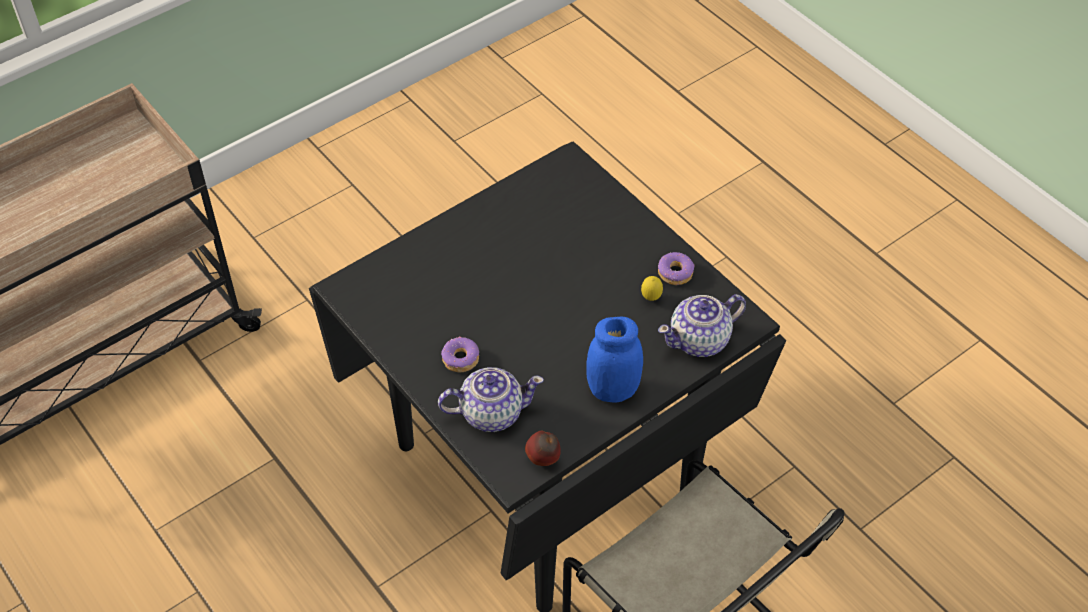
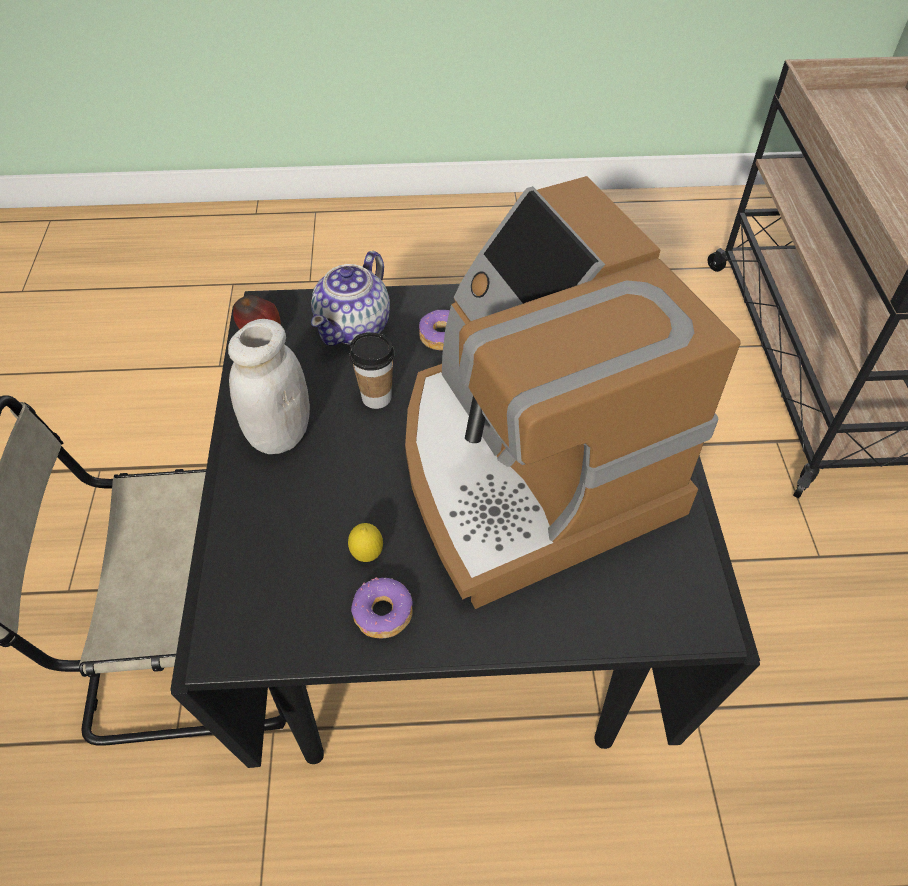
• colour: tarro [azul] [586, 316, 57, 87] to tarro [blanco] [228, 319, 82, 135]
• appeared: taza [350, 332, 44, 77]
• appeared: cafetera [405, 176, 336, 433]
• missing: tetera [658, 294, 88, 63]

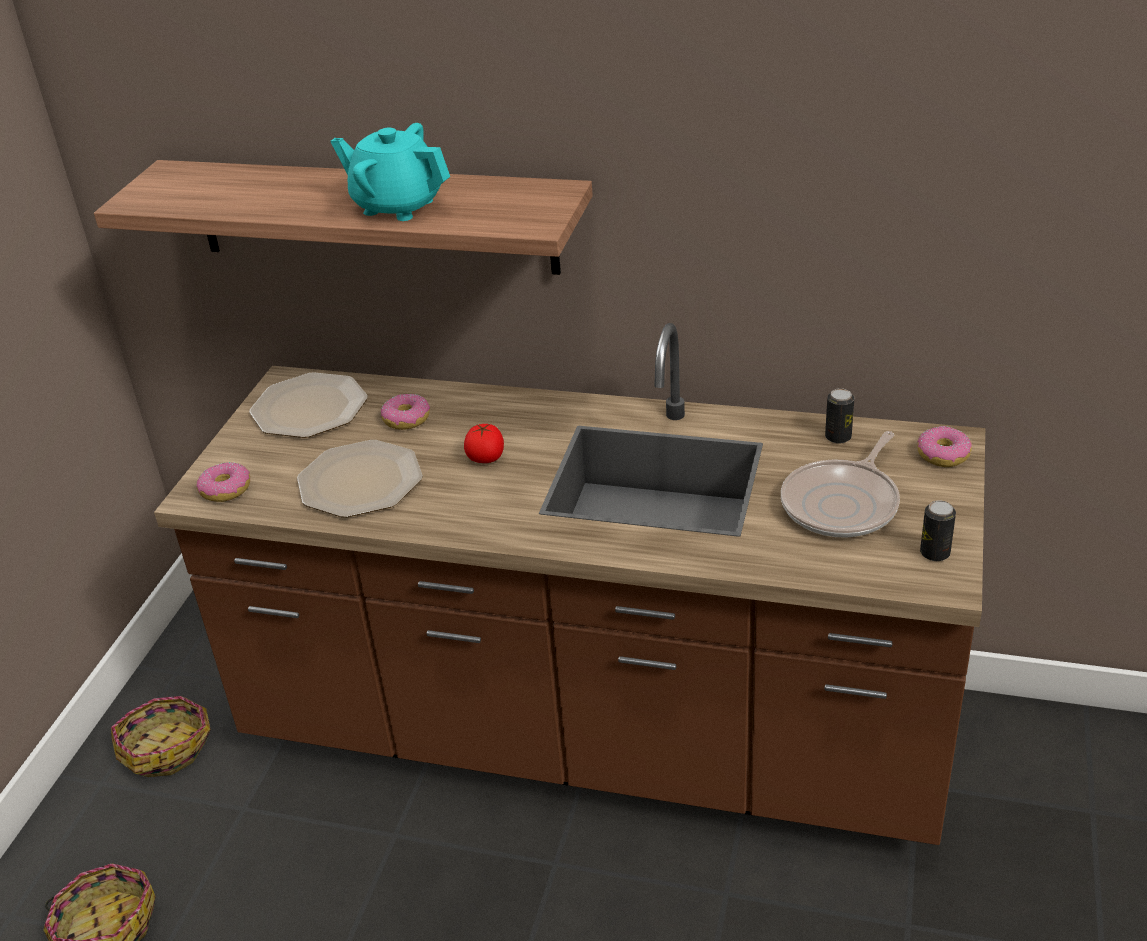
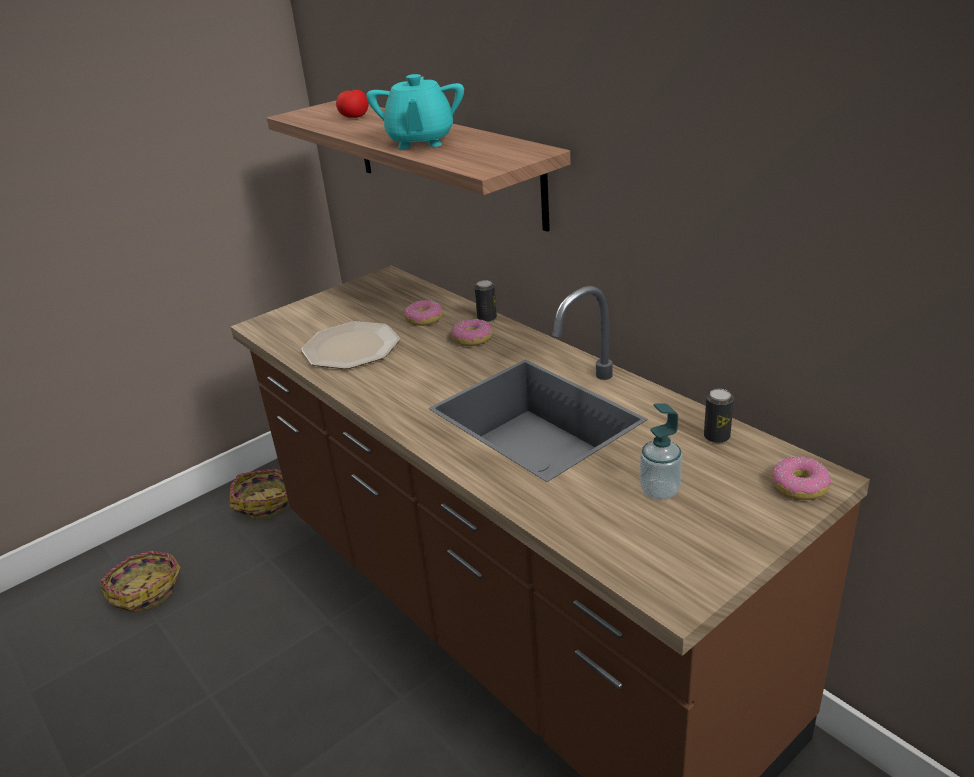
• relocated: tomate [464, 424, 40, 39] to [336, 89, 33, 29]
• spun: tetera [turquesa] [331, 123, 119, 98] = [366, 74, 98, 75] 150 degrees counterclockwise
• relocated: rosquilla [197, 462, 53, 40] to [451, 319, 41, 27]
• relocated: lata [920, 500, 36, 61] to [475, 280, 22, 42]
• exchanged: sartén [781, 431, 119, 107] to dispensador de jabón [640, 403, 42, 97]
• missing: plato [249, 372, 119, 66]

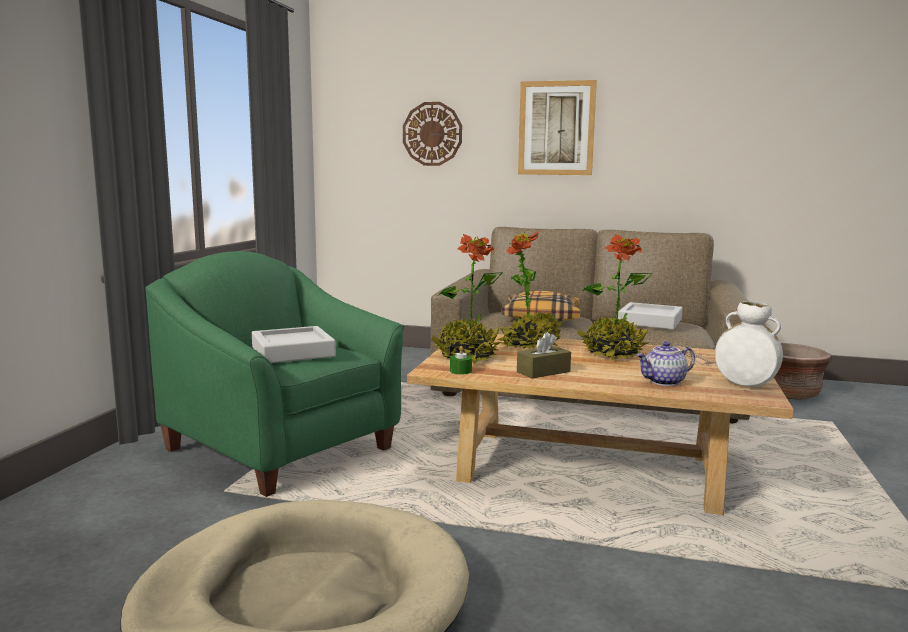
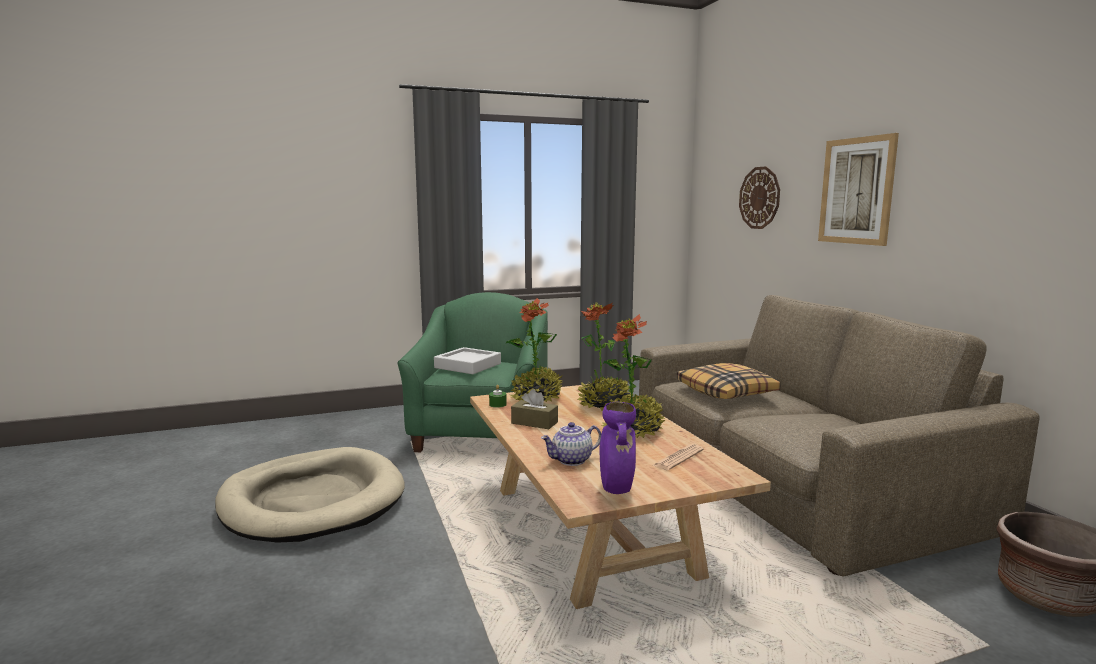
• spun: tetera [636, 342, 59, 44] = [541, 422, 60, 44] 60 degrees counterclockwise
• colour: florero [blanco] [715, 301, 68, 86] to florero [morado] [600, 402, 36, 92]
• missing: bandeja [gris] [618, 302, 65, 28]

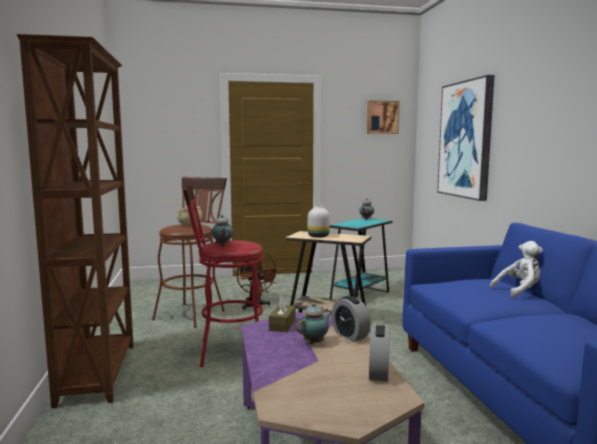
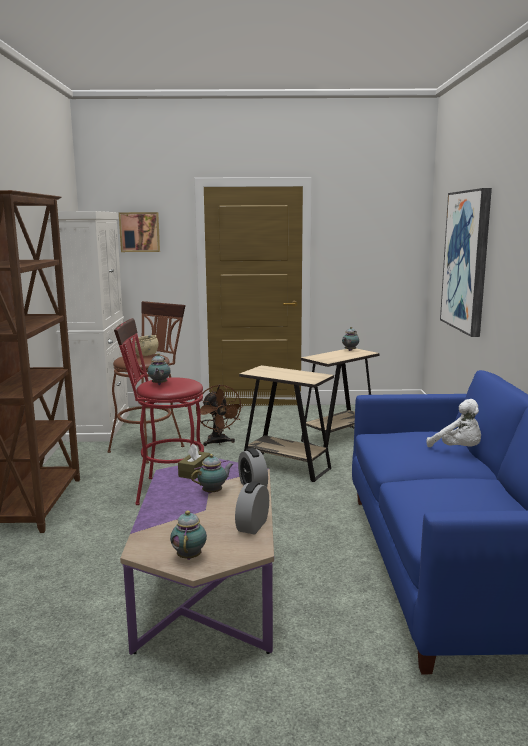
• appeared: armario [blanco] [48, 211, 82, 231]
• relocated: cuadro [367, 101, 33, 33] to [119, 212, 41, 40]
• appeared: tetera [170, 510, 37, 50]
• colour: mesa auxiliar [turquesa] [329, 218, 63, 81] to mesa auxiliar [beis] [301, 348, 79, 99]
• spun: peluche [blanco] [490, 241, 53, 57] = [426, 399, 55, 48] 60 degrees clockwise
• missing: florero [blanco] [308, 205, 22, 33]

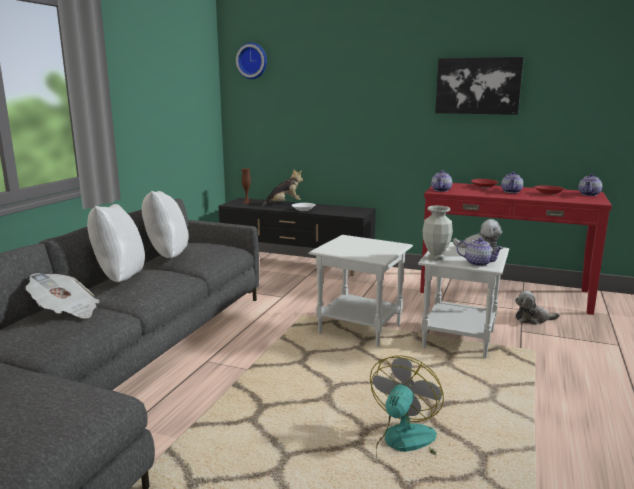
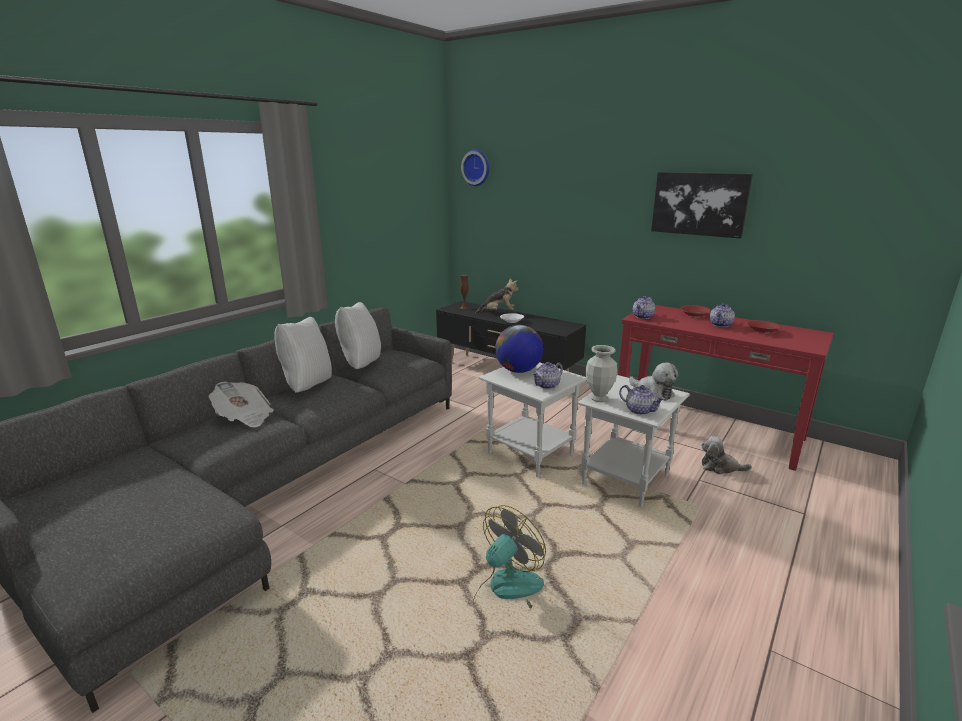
• appeared: globo terráqueo [495, 325, 48, 48]
• relocated: tetera [578, 174, 24, 22] to [532, 362, 31, 27]

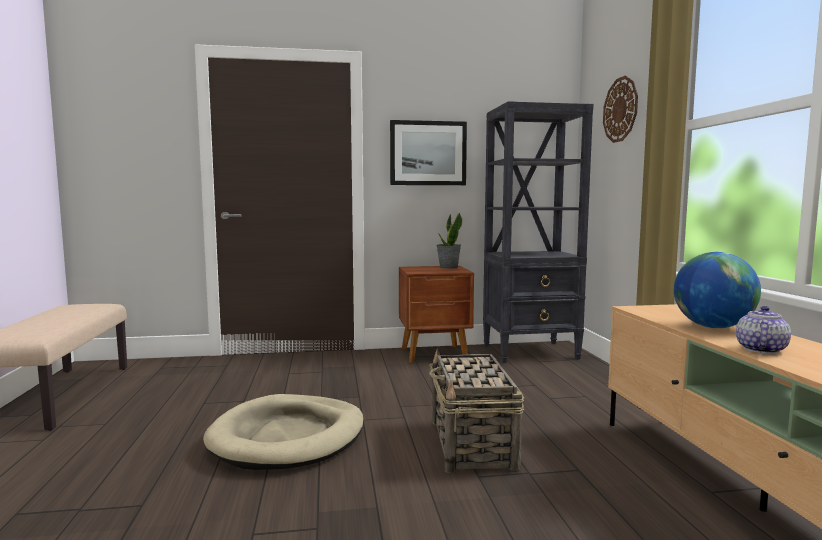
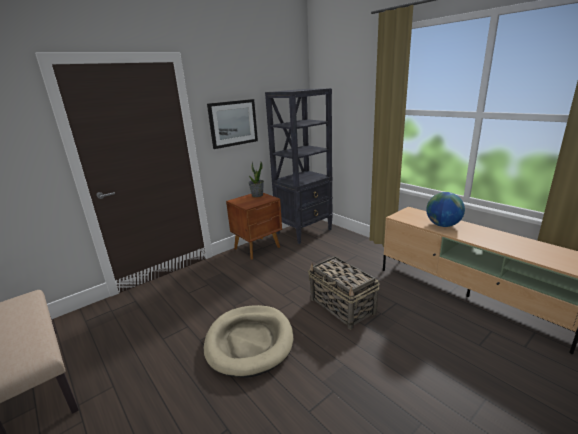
• missing: reloj de pared [603, 76, 35, 67]
• missing: tetera [736, 306, 55, 48]

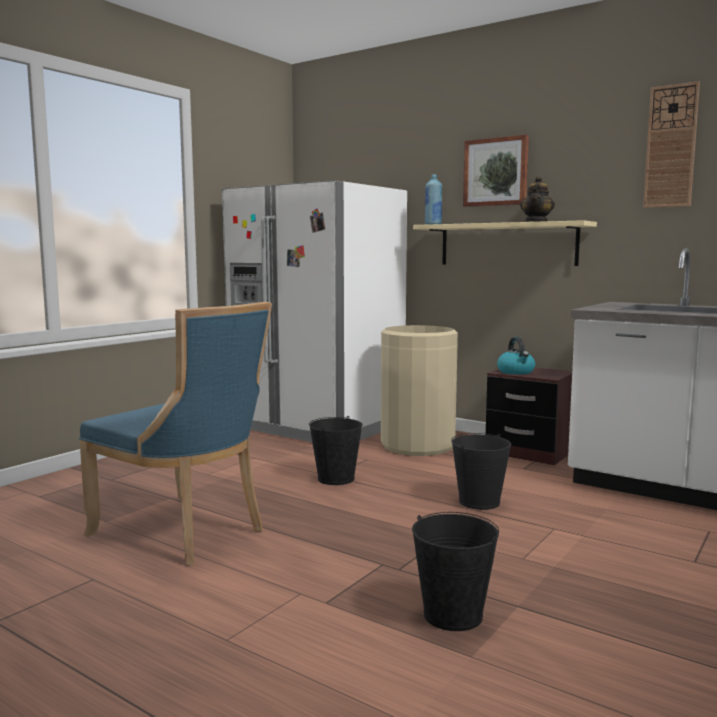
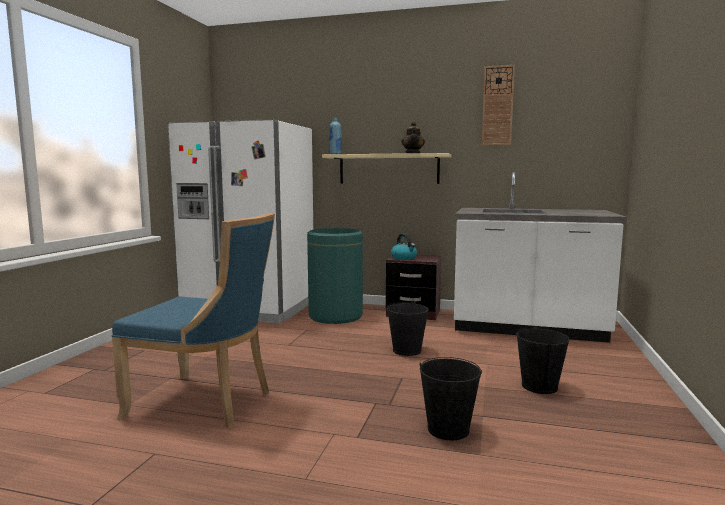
• colour: papelera [beis] [381, 325, 77, 131] to papelera [verde] [307, 228, 56, 96]
• relocated: cubo [negro] [309, 416, 54, 69] to [516, 326, 54, 68]
• missing: cuadro [463, 134, 66, 73]

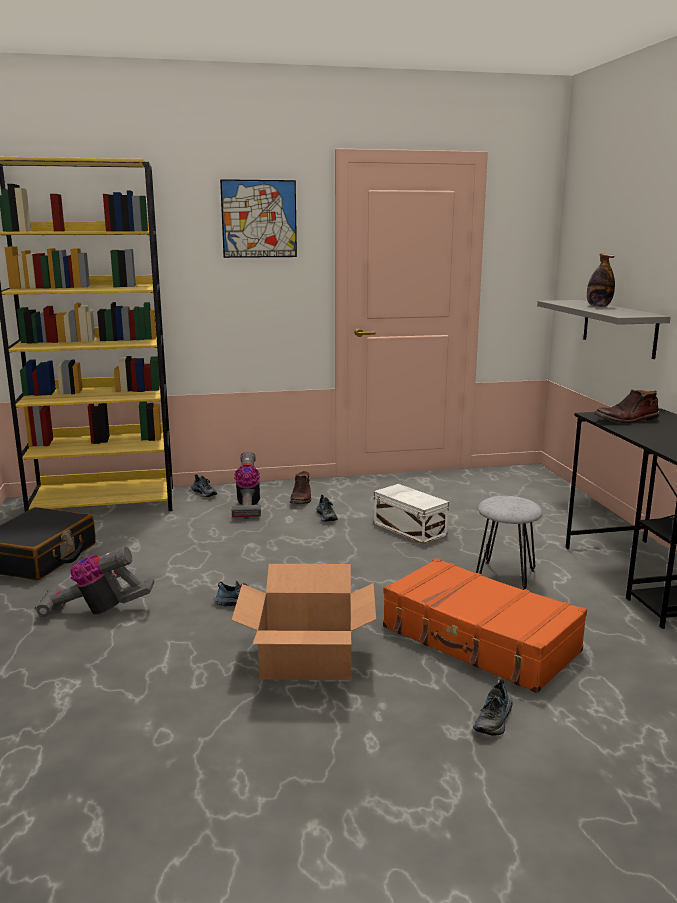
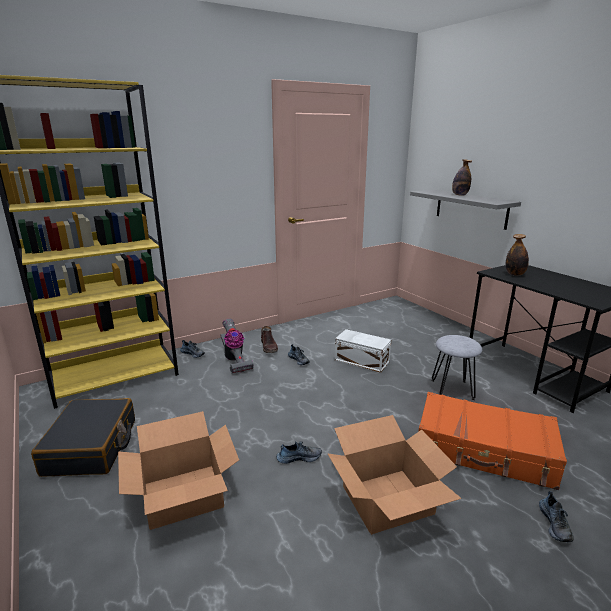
• exchanged: aspiradora [35, 546, 120, 72] to caja de cartón [118, 411, 121, 119]
• exchanged: bota [marrón] [594, 389, 65, 34] to botella [506, 234, 23, 42]
• missing: cuadro [220, 179, 77, 79]

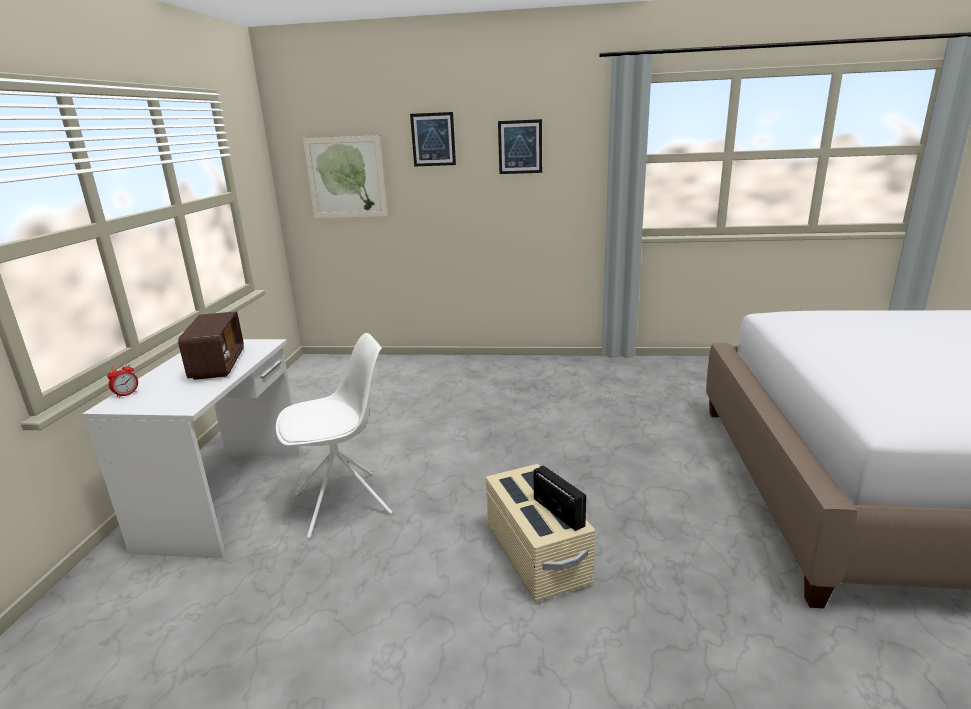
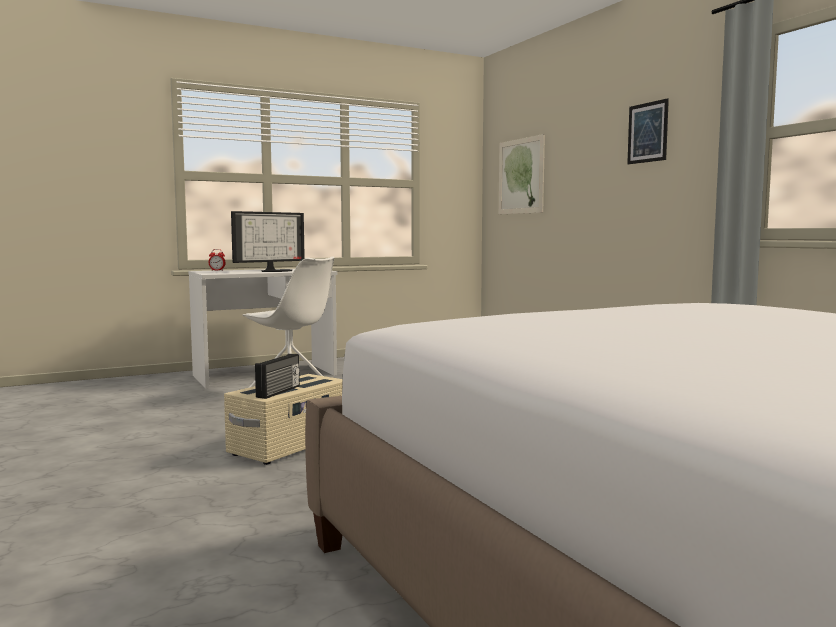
• exchanged: radio [178, 311, 66, 69] to monitor [231, 211, 74, 61]
• missing: cuadro [410, 112, 46, 54]

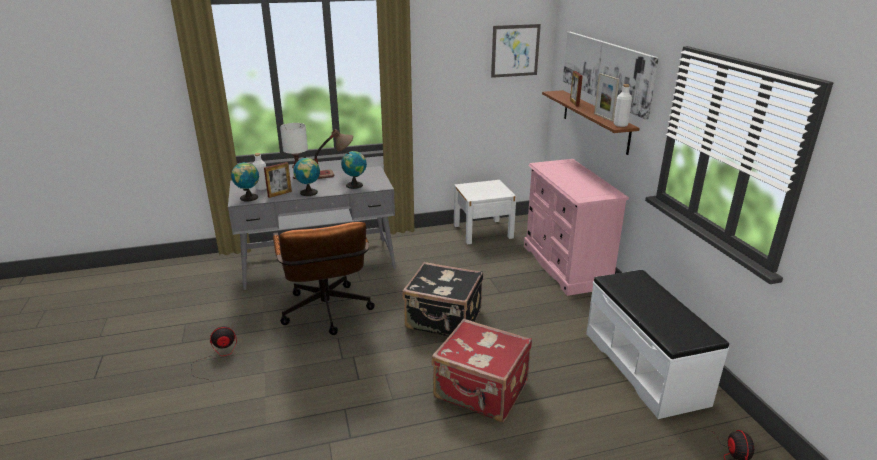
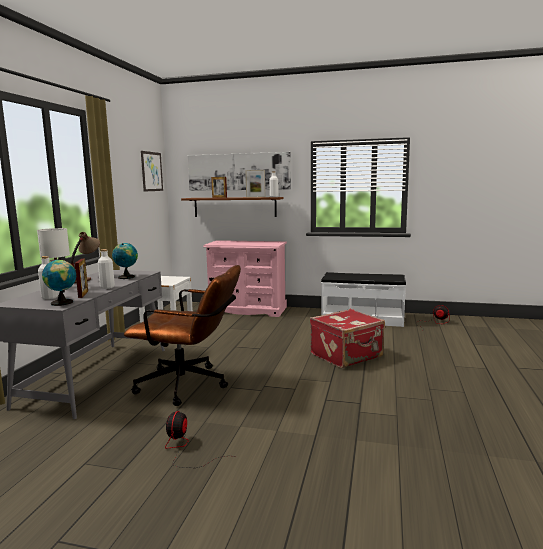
• exchanged: globo terráqueo [293, 157, 27, 39] to botella [blanco] [98, 249, 17, 40]
• missing: maleta [negro] [402, 262, 81, 74]

